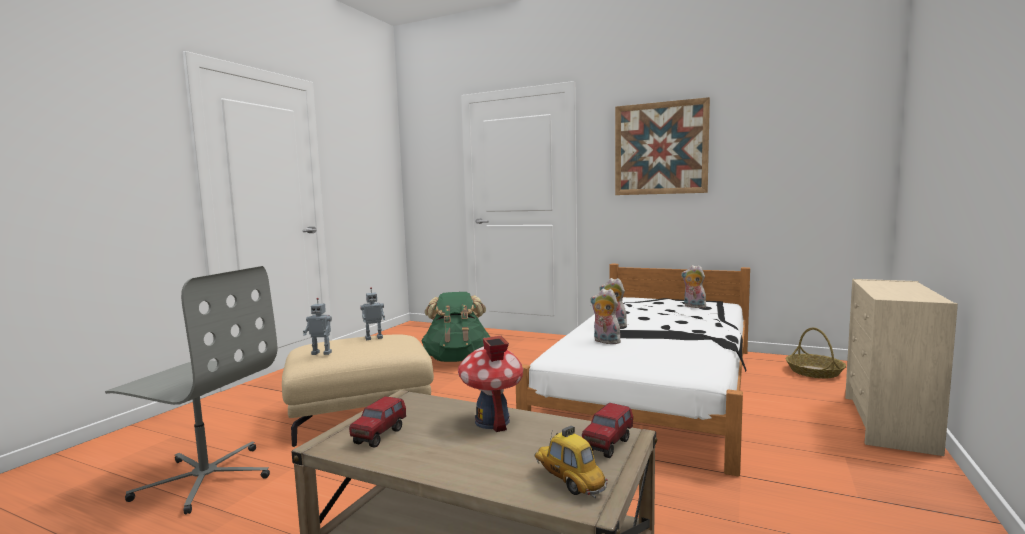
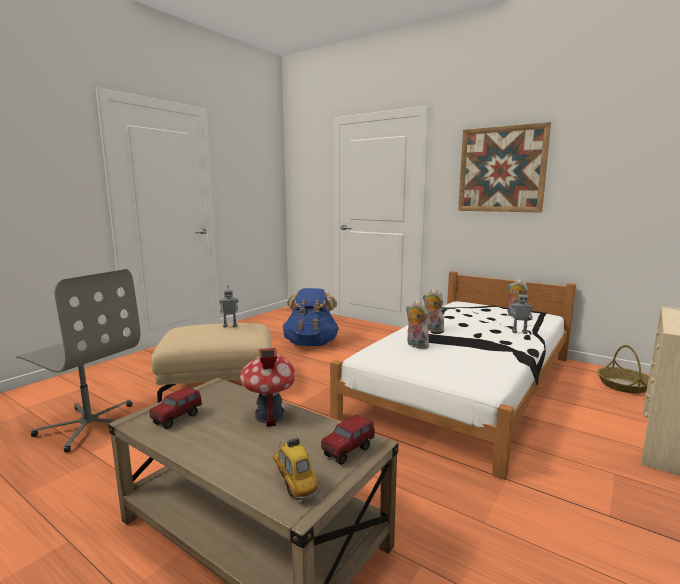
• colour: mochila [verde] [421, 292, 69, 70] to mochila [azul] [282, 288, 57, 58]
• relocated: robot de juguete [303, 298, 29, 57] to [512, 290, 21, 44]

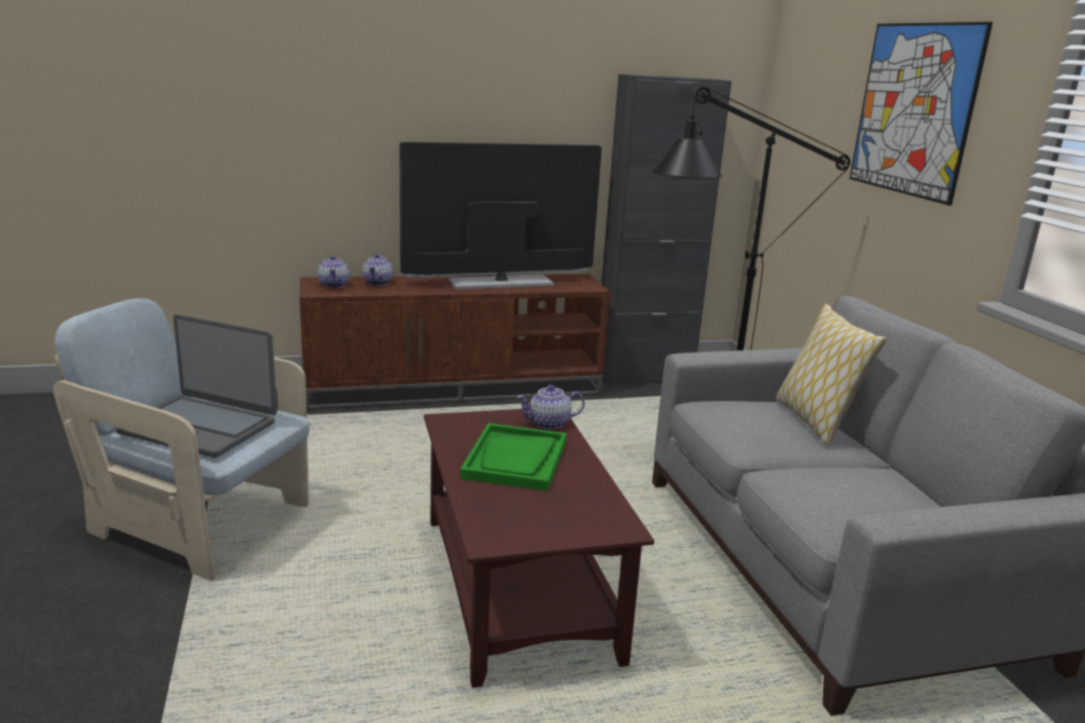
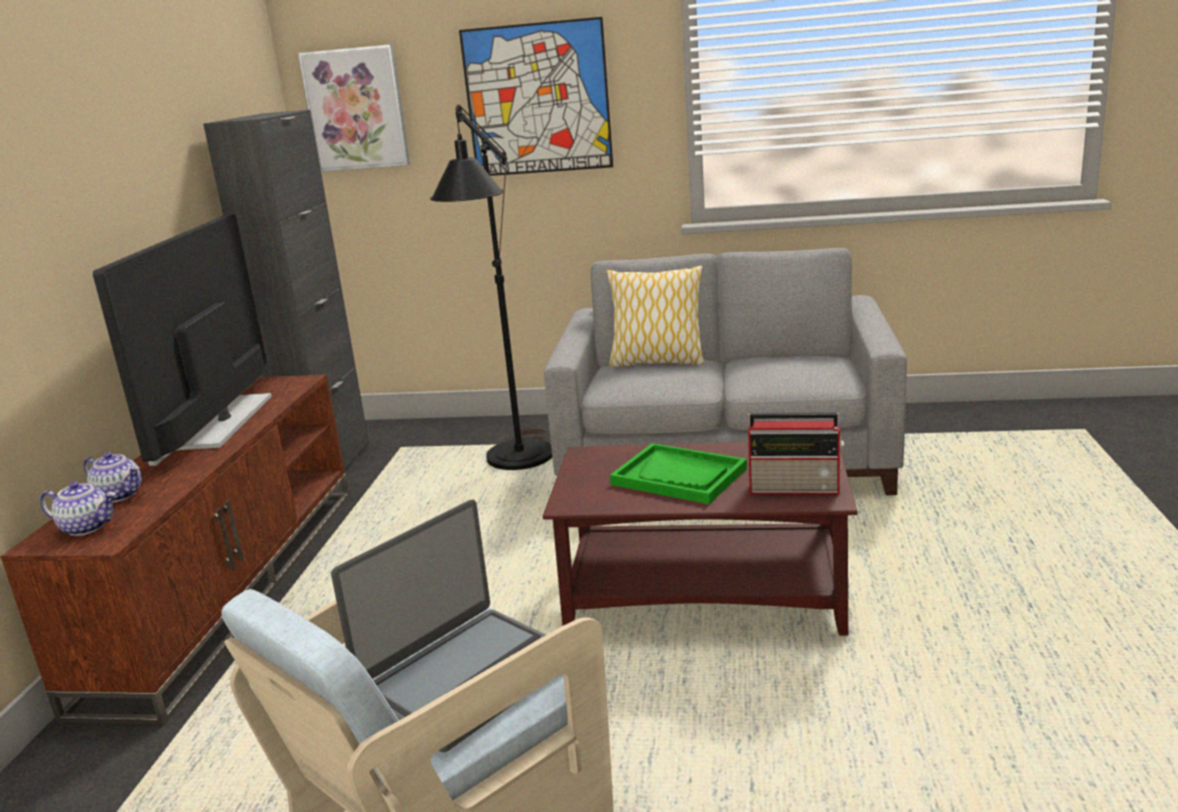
• appeared: cuadro [298, 44, 112, 128]
• appeared: radio [748, 413, 96, 82]
• missing: tetera [516, 385, 69, 44]

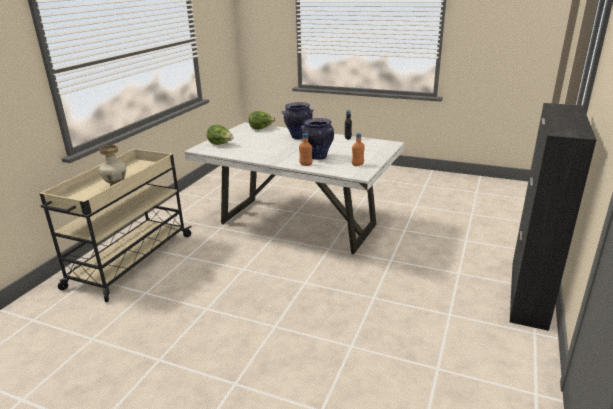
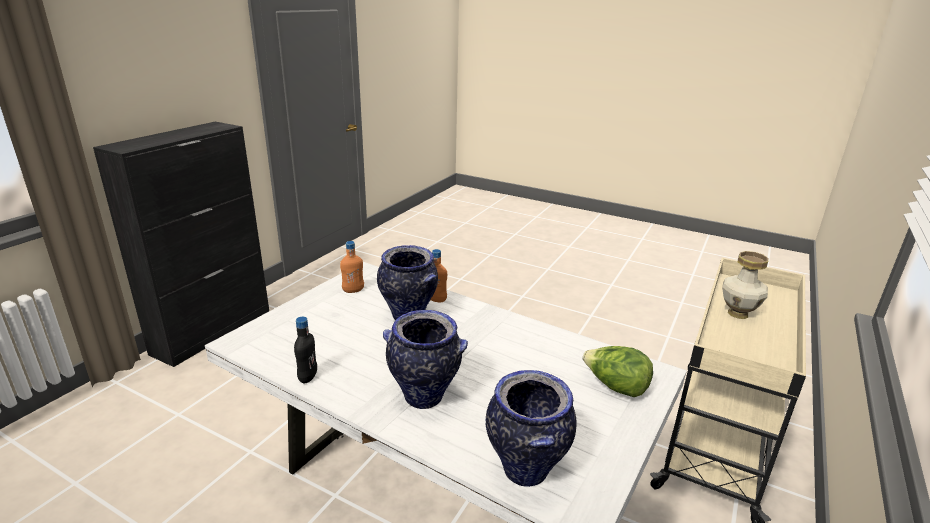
• exchanged: lechuga [249, 111, 27, 19] to florero [486, 370, 91, 117]

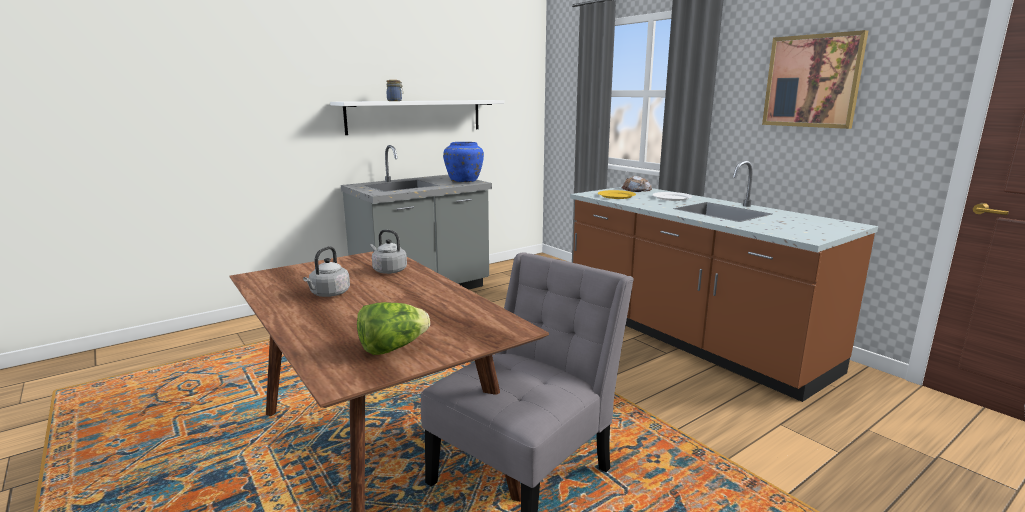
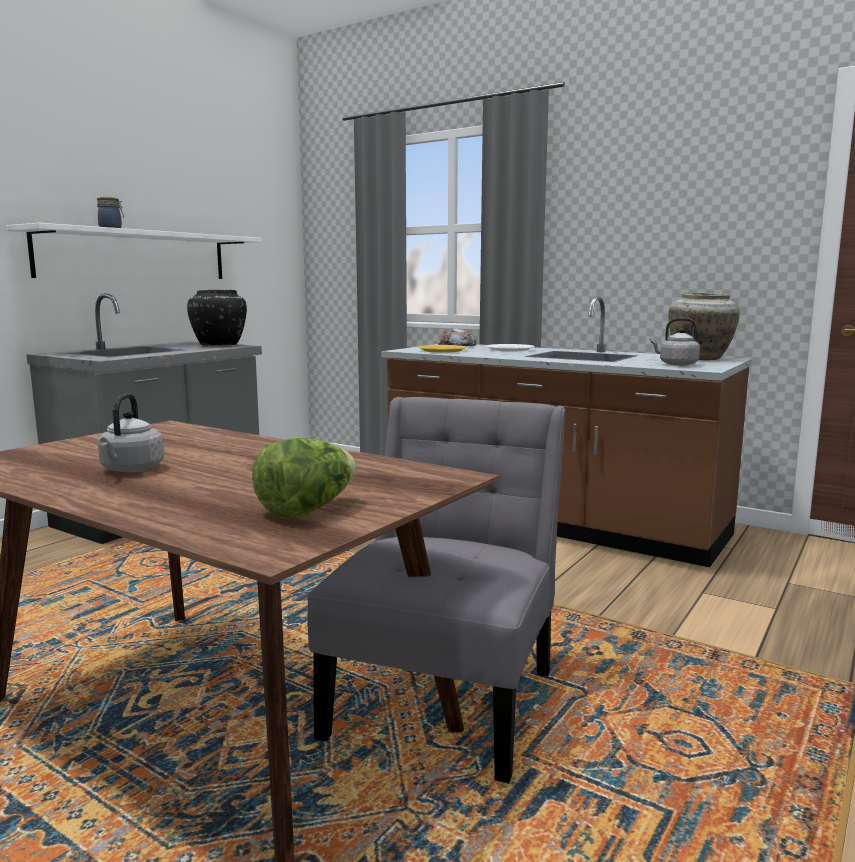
• colour: florero [azul] [443, 142, 41, 40] to florero [negro] [187, 290, 60, 55]
• relocated: hervidor [gris] [370, 229, 37, 45] to [650, 318, 50, 48]
• appeared: florero [beis] [668, 293, 72, 67]
• missing: cuadro [762, 30, 106, 99]

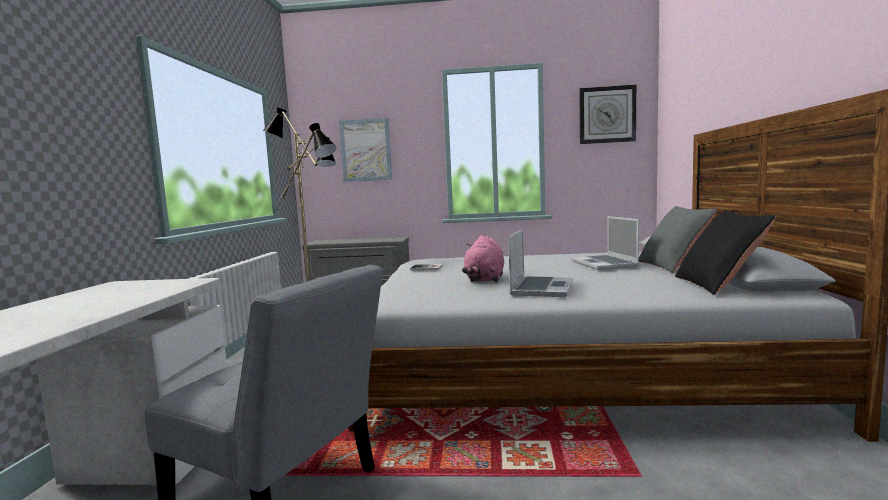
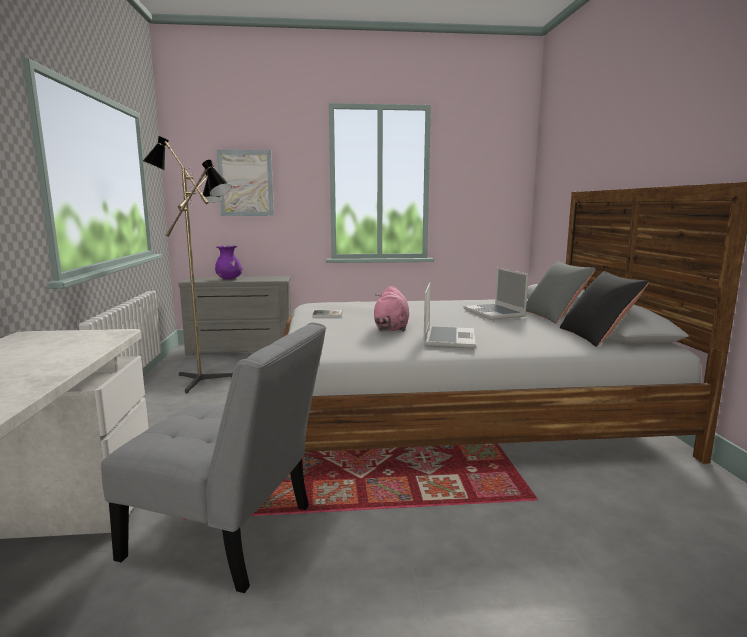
• appeared: florero [morado] [215, 246, 28, 33]
• missing: reloj de pared [579, 85, 57, 59]

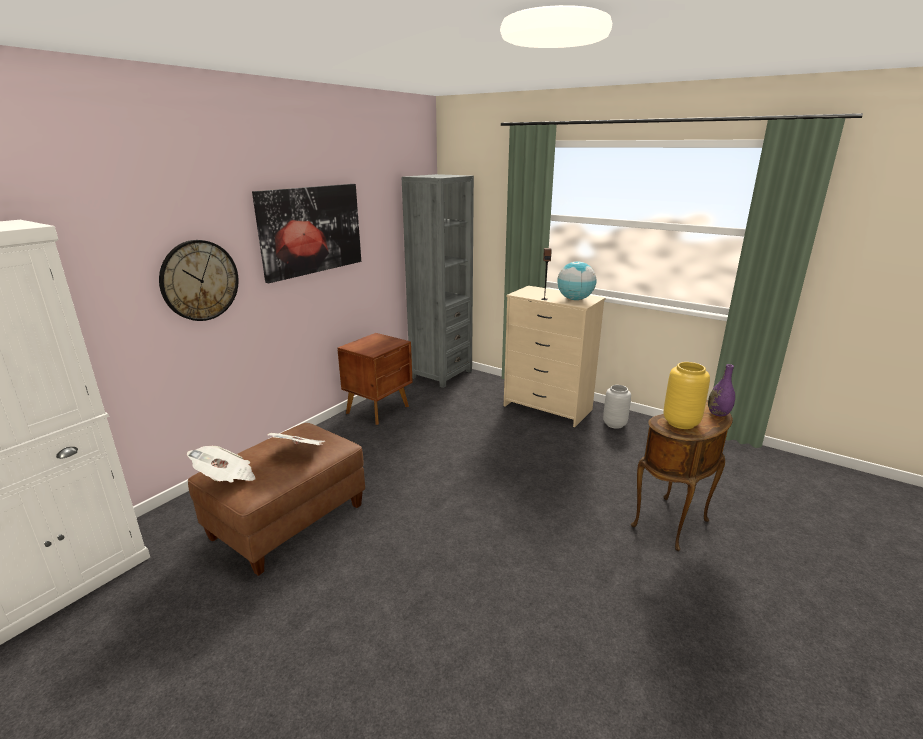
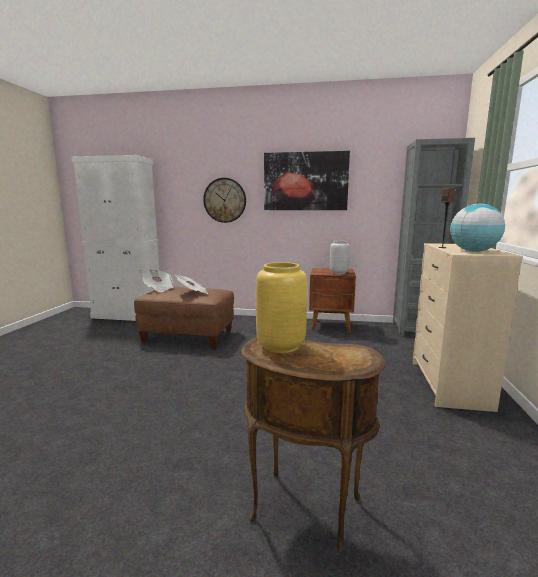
• relocated: florero [gris] [603, 385, 28, 44] to [330, 241, 20, 33]
• missing: florero [morado] [708, 364, 27, 52]

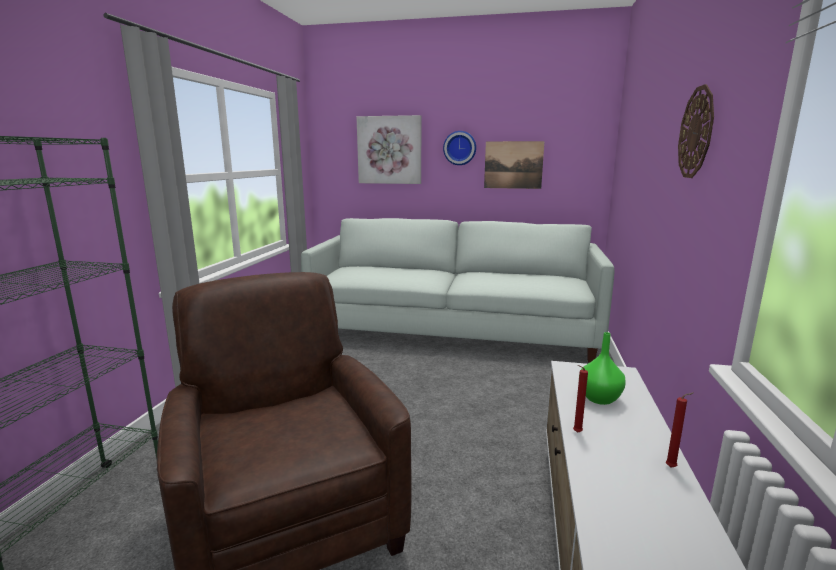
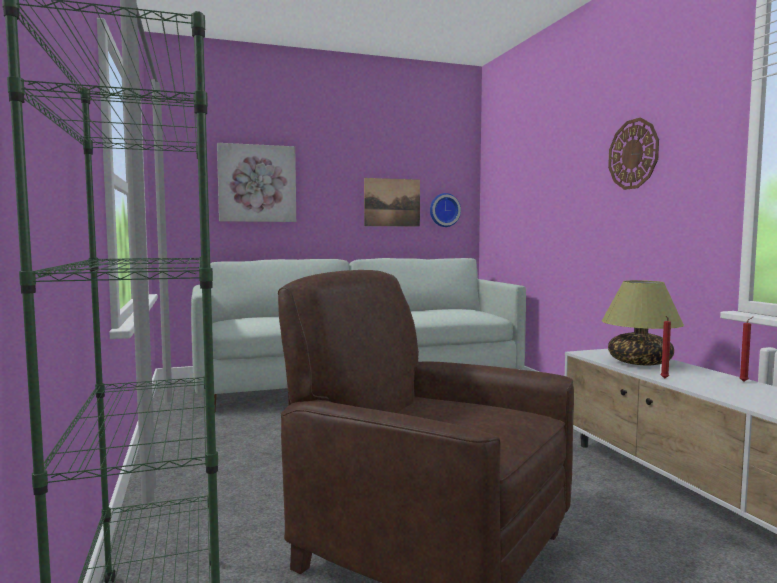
• relocated: reloj de pared [443, 131, 33, 34] to [430, 193, 31, 34]
• exchanged: florero [verde] [579, 332, 47, 73] to lámpara de mesa [602, 280, 82, 85]

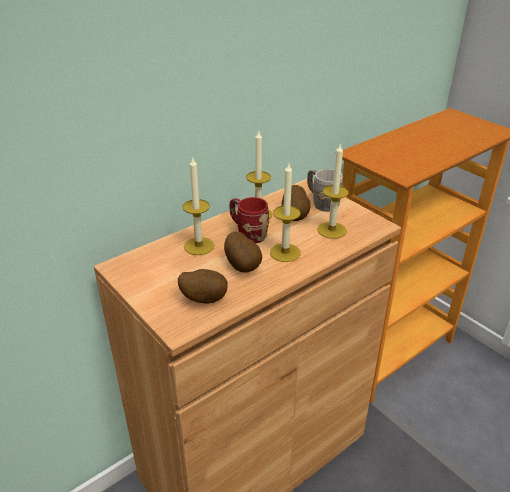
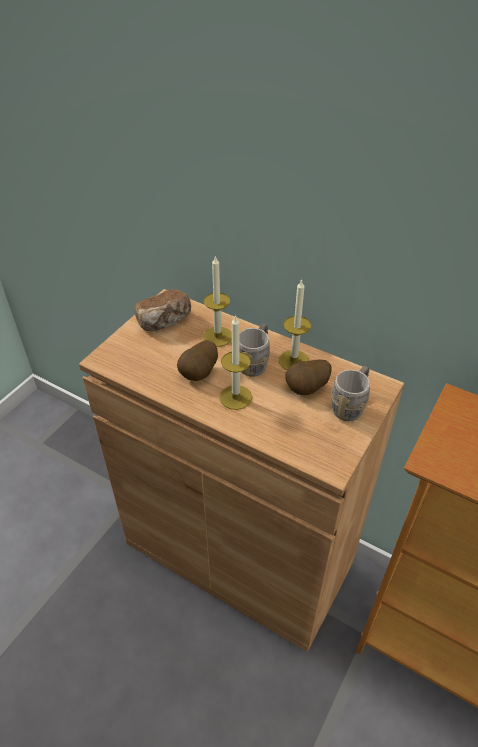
• appeared: pan [135, 289, 56, 42]
• colour: taza grande [rojo] [229, 197, 40, 46] to taza grande [gris] [240, 324, 30, 53]
• missing: patata [178, 269, 50, 35]
• missing: vela [317, 144, 32, 95]

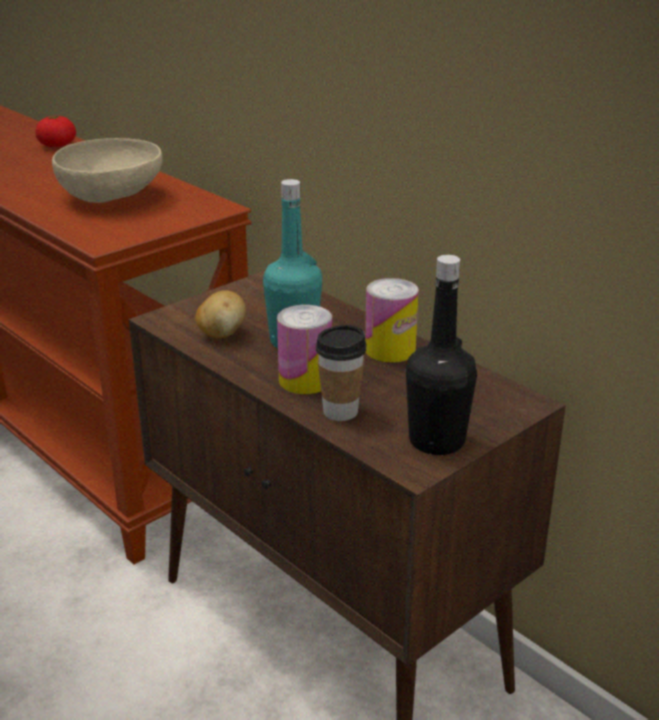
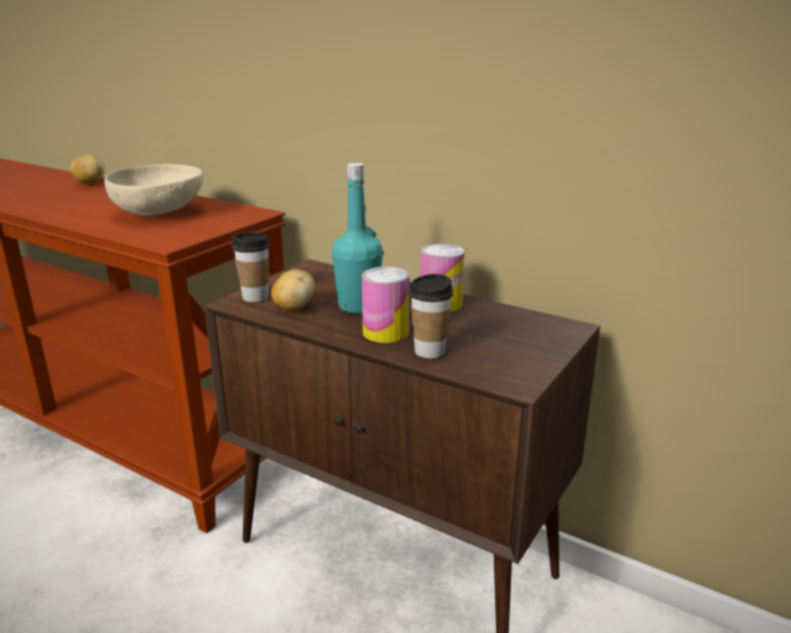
• exchanged: tomate [35, 116, 41, 31] to patata [71, 155, 34, 29]
• appeared: taza [232, 233, 38, 69]
• missing: botella [negro] [406, 255, 71, 200]

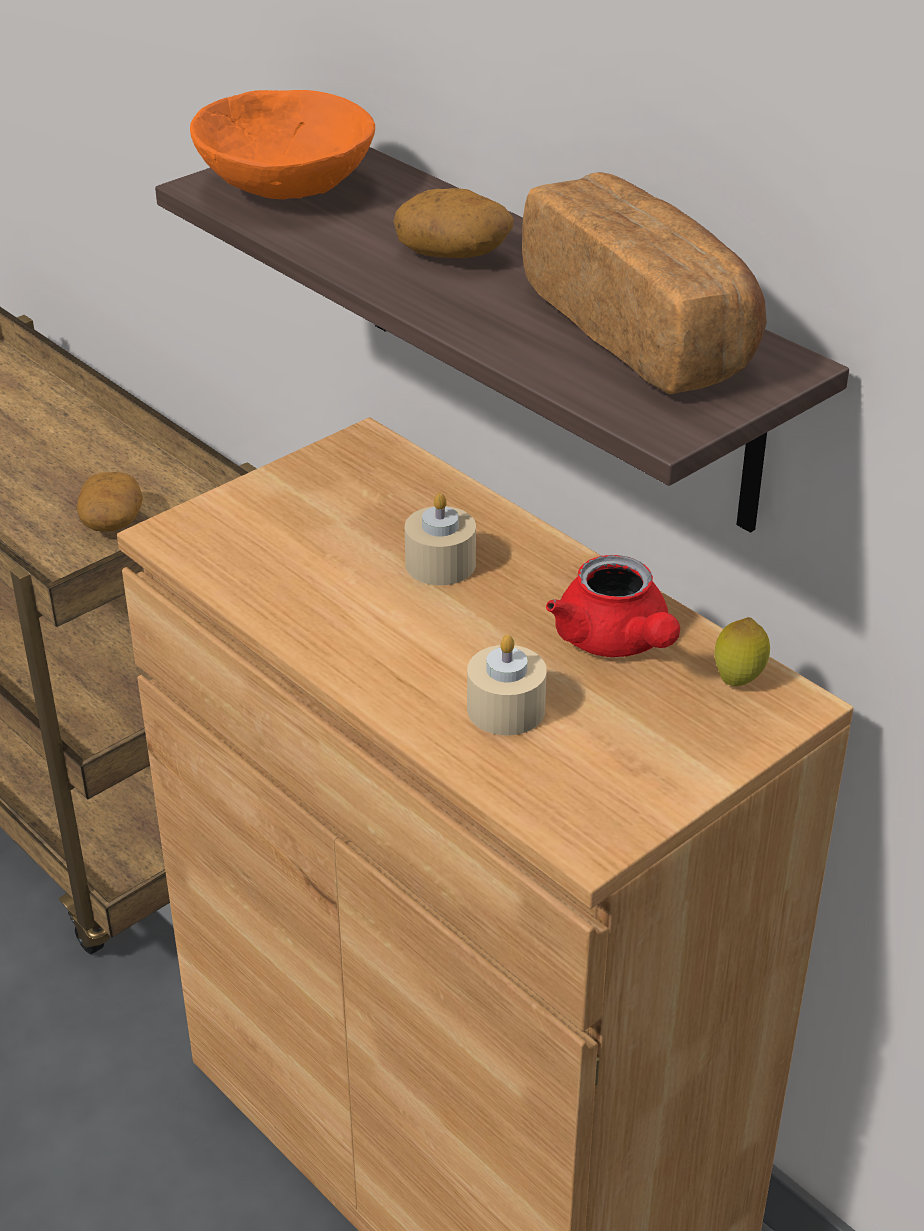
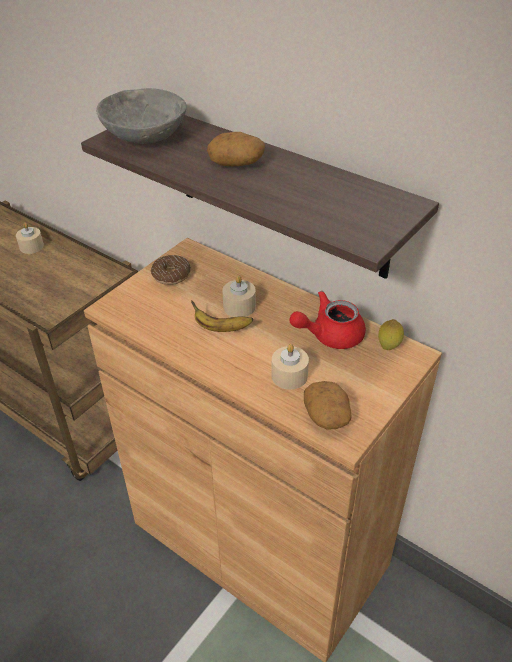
• appeared: vela [beis] [16, 223, 28, 31]
• colour: cuenco [naranja] [190, 90, 185, 109] to cuenco [gris] [96, 88, 91, 56]
• appeared: rosquilla [151, 255, 40, 30]
• appeared: plátano [191, 301, 62, 31]
• spun: tetera [rojo] [546, 555, 134, 102] = [290, 291, 76, 58] 105 degrees clockwise
• relocated: patata [76, 472, 67, 60] to [304, 381, 47, 49]
• missing: pan [522, 172, 245, 222]

